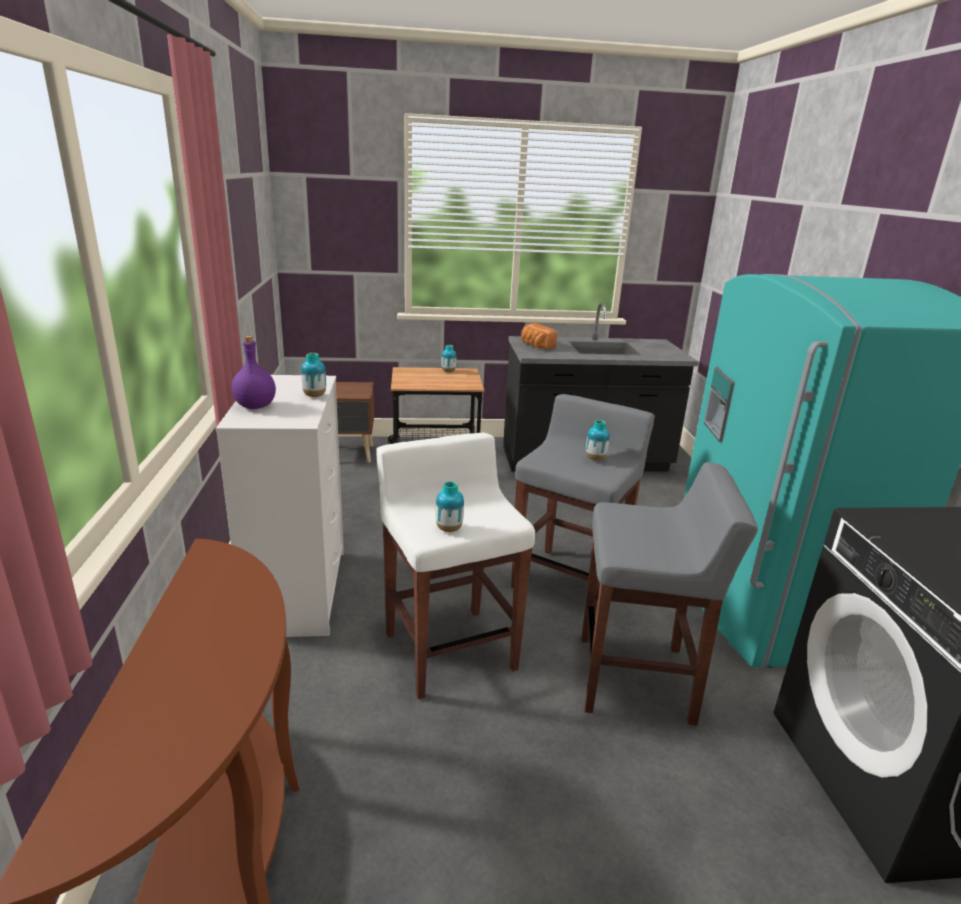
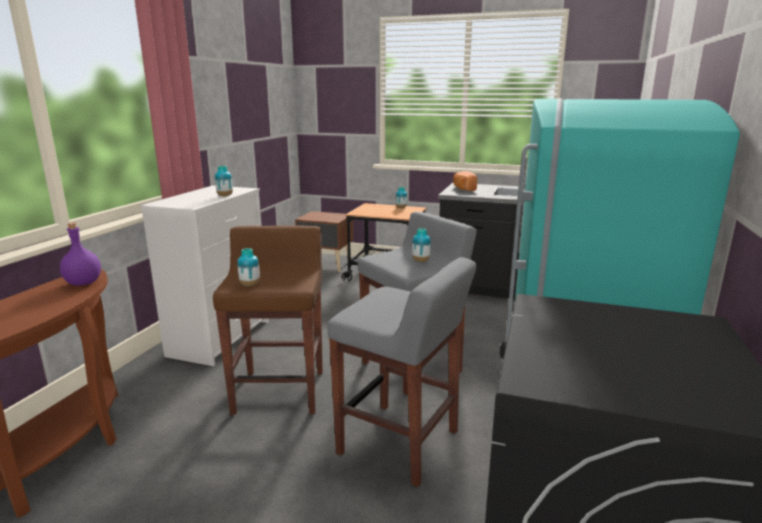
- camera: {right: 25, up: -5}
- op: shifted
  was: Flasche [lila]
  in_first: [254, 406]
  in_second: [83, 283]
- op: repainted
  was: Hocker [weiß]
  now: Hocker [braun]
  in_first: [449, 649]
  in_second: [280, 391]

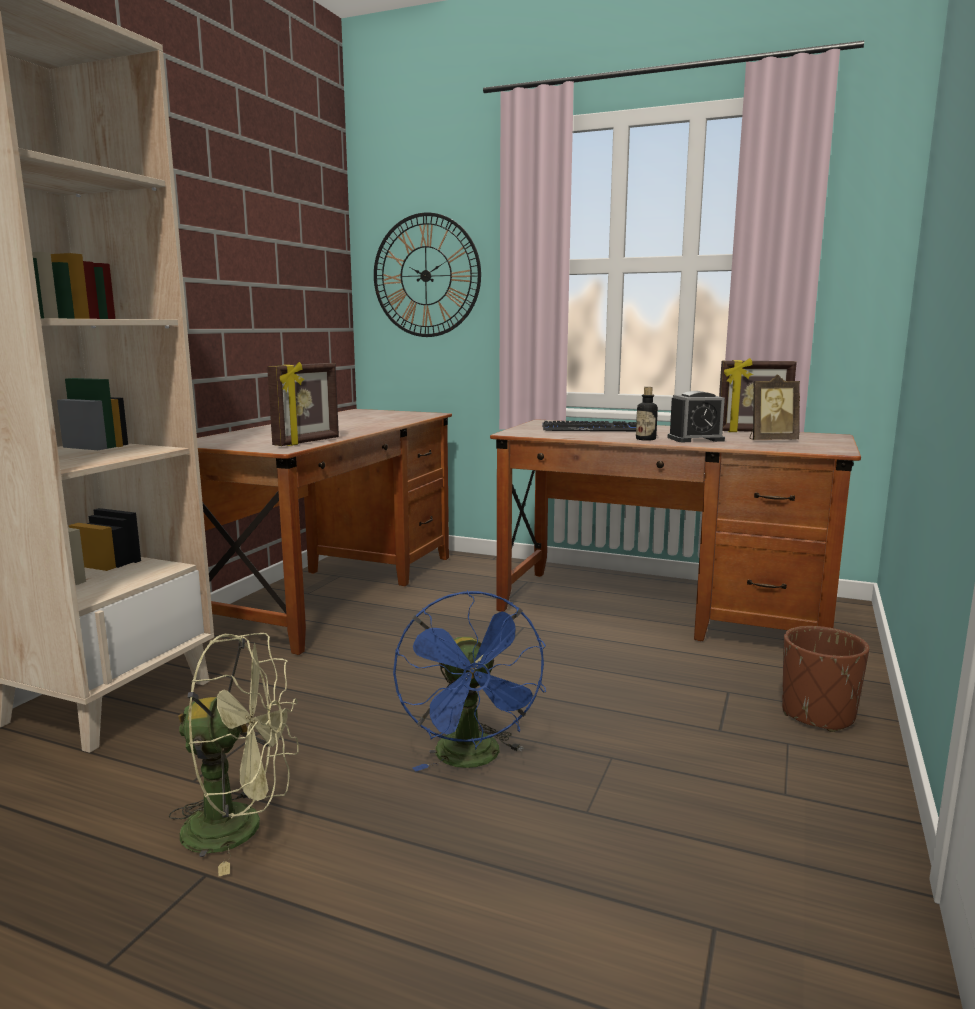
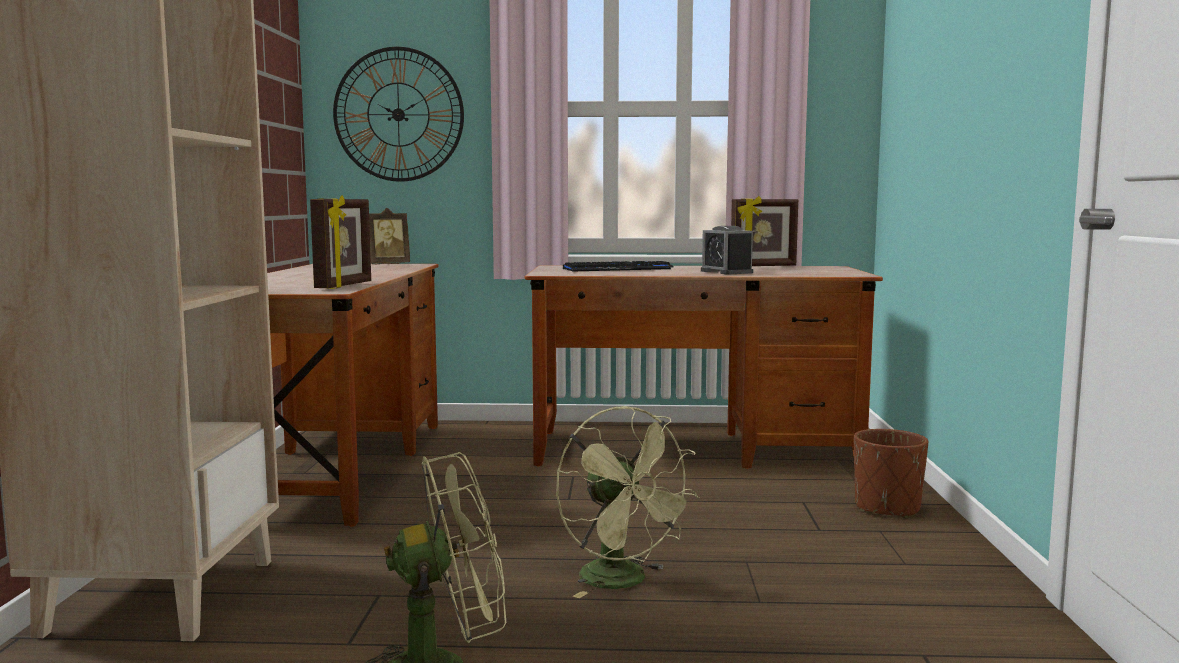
- camera: {right: -20, up: -5}
- op: gone
  was: Flasche
  in_first: [645, 439]
- op: shifted
  was: Bilderrahmen
  in_first: [771, 441]
  in_second: [388, 264]
- op: repainted
  was: Ventilator [blau]
  now: Ventilator [grün]
  in_first: [473, 760]
  in_second: [623, 582]
- op: rotated
  was: Wecker
  in_first: [695, 439]
  in_second: [726, 272]
  clockwise: 90

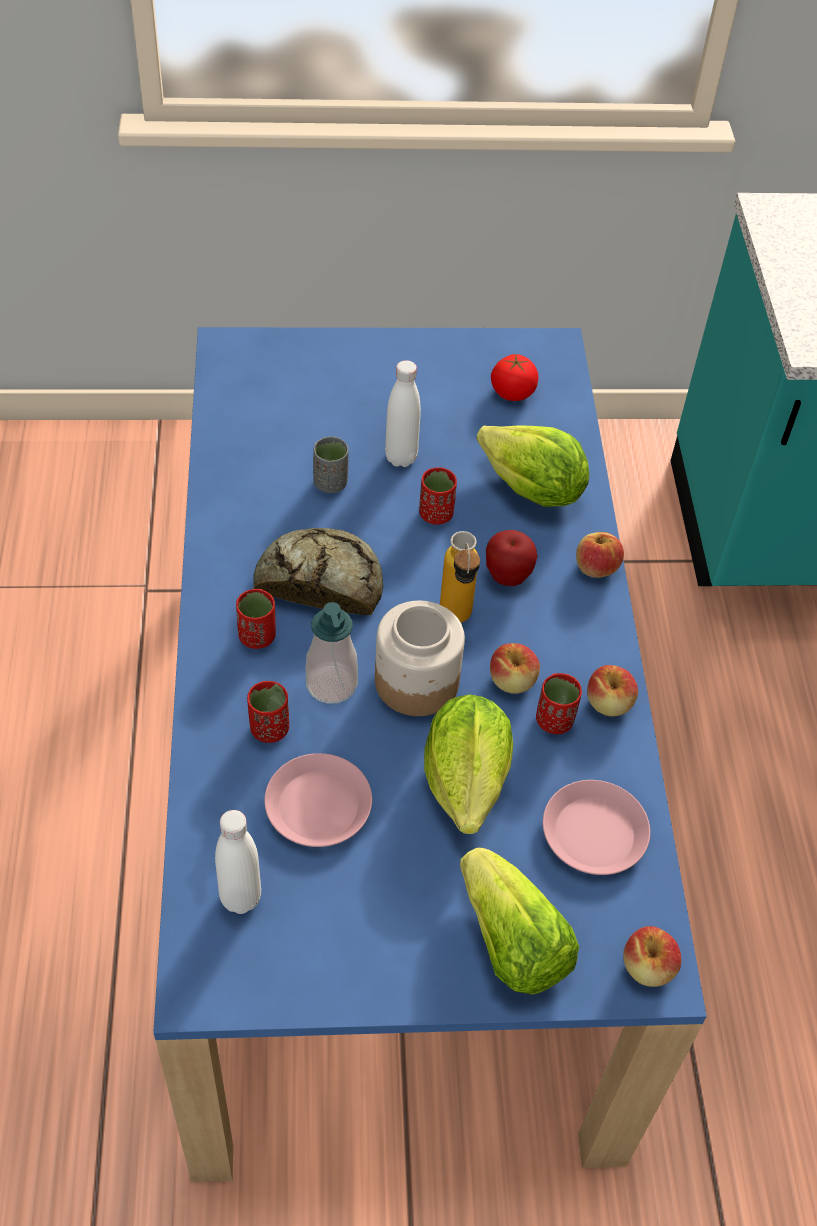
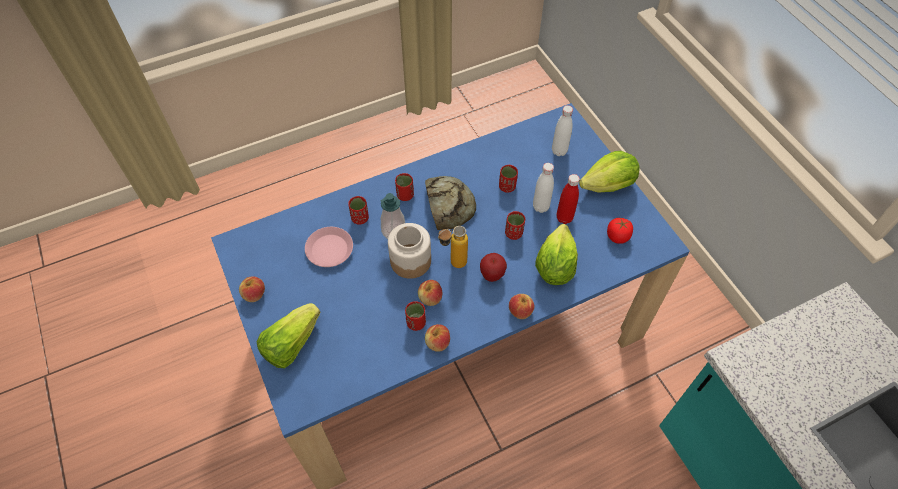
- camera: {right: 70, up: 5}
- op: gone
  was: Teller [rosa]
  in_first: [594, 833]
- op: new
  now: Flasche [rot]
  in_second: [564, 218]
- op: shifted
  was: Flasche [weiß]
  in_first: [240, 898]
  in_second: [559, 151]
- op: shifted
  was: Salatkopf
  in_first: [466, 780]
  in_second: [608, 185]
- op: shifted
  was: Apfel
  in_first: [648, 968]
  in_second: [254, 294]
- op: repainted
  was: Tasse [grau]
  now: Tasse [rot]
  in_first: [330, 483]
  in_second: [507, 187]

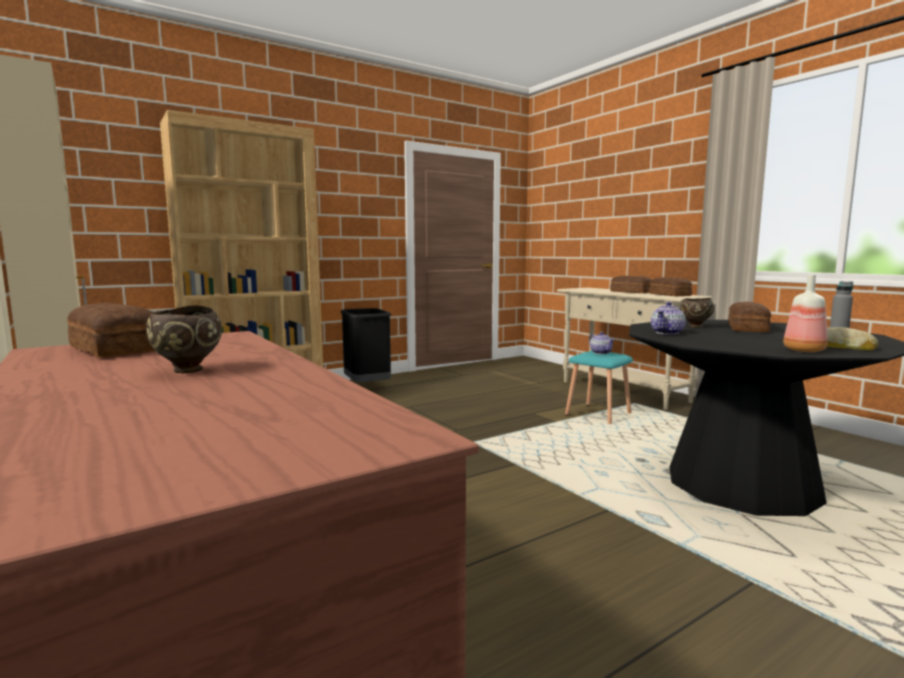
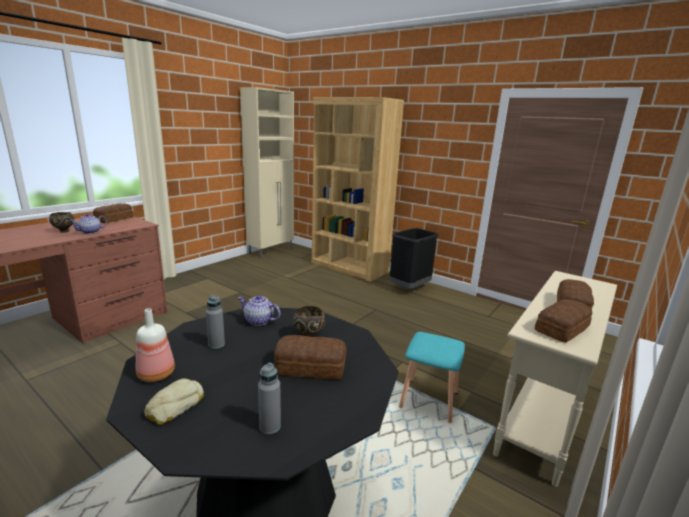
- camera: {right: 70, up: 10}
- op: new
  now: Flasche [grau]
  in_second: [216, 344]
- op: shifted
  was: Teekanne
  in_first: [600, 352]
  in_second: [90, 232]

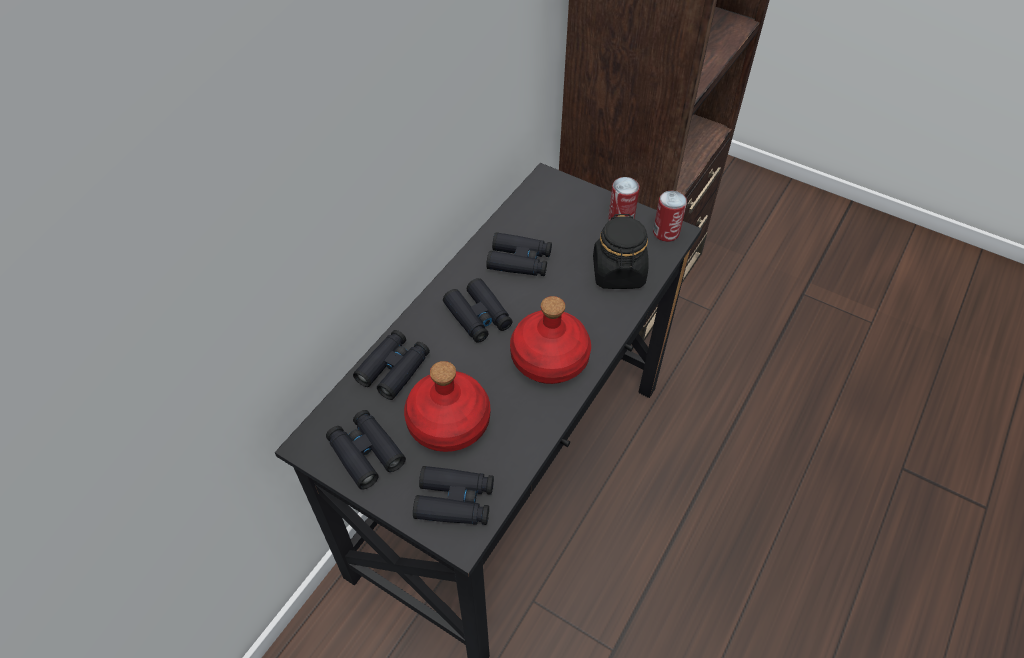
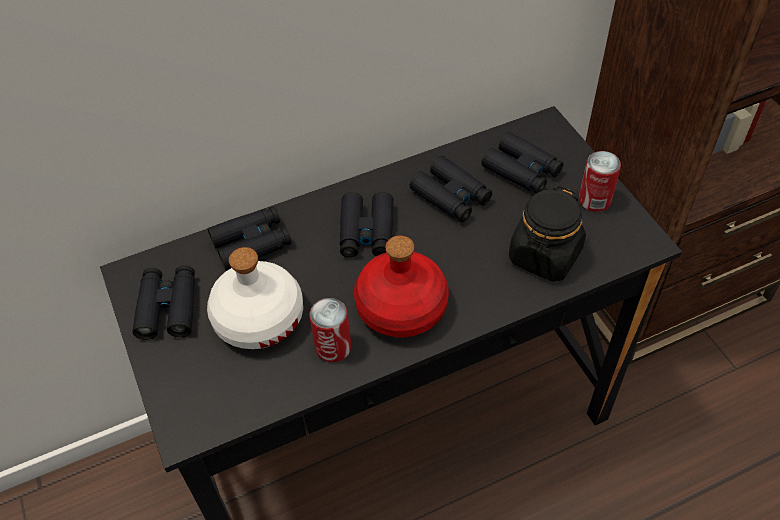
- camera: {right: 35, up: 0}
- op: shifted
  was: Fernglas [schwarz]
  in_first: [455, 501]
  in_second: [522, 170]
- op: shifted
  was: Dose
  in_first: [666, 232]
  in_second: [333, 347]
- op: repainted
  was: Flasche [rot]
  now: Flasche [weiß]
  in_first: [448, 422]
  in_second: [258, 318]

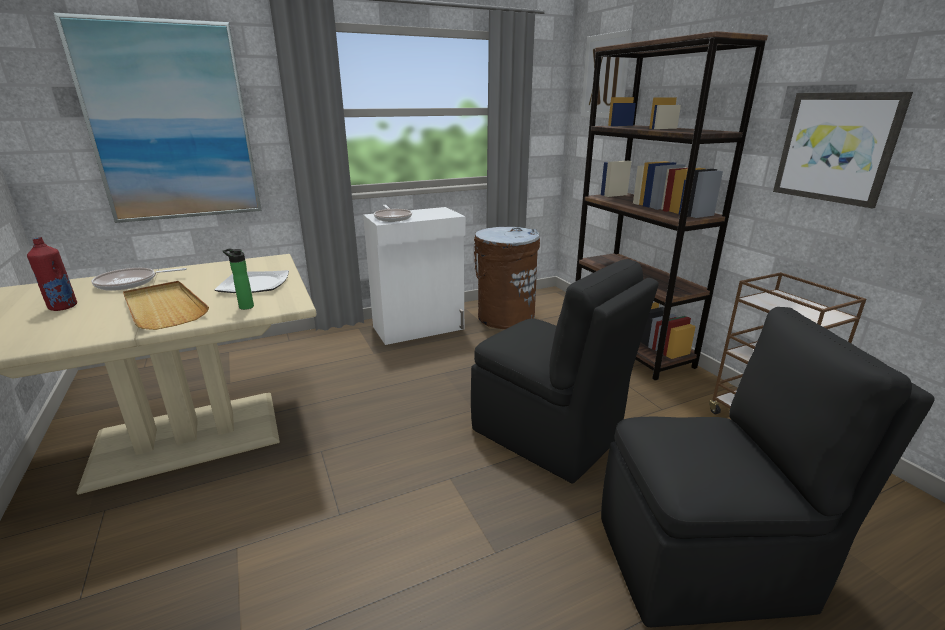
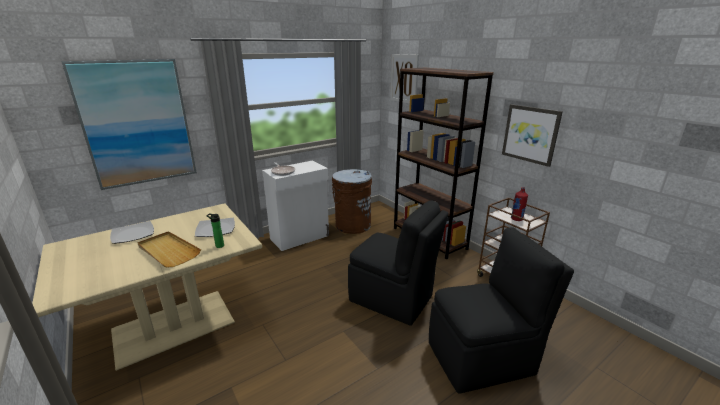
- camera: {right: -10, up: 0}
- op: shifted
  was: Flasche [rot]
  in_first: [62, 307]
  in_second: [516, 219]
- op: swapped
  was: Pfanne
  now: Teller
  in_first: [130, 283]
  in_second: [133, 234]

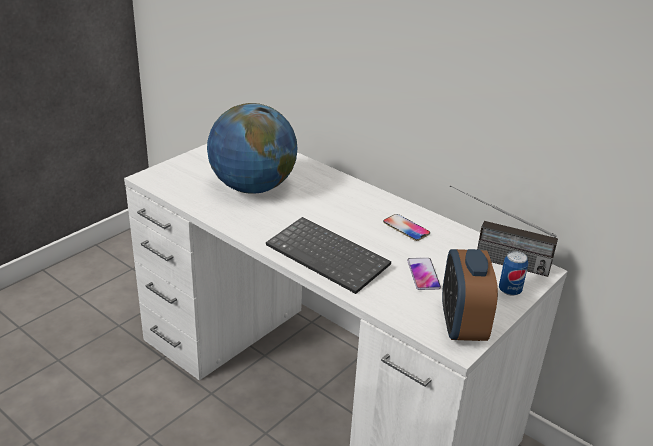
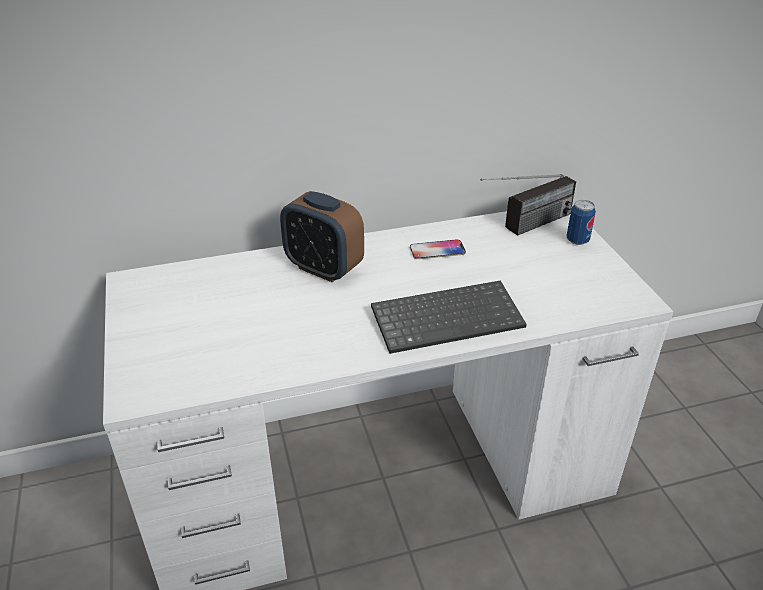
- camera: {right: -55, up: 5}
- op: gone
  was: Globus
  in_first: [252, 187]
- op: gone
  was: Handy
  in_first: [423, 274]
- op: shifted
  was: Wecker
  in_first: [462, 325]
  in_second: [323, 268]

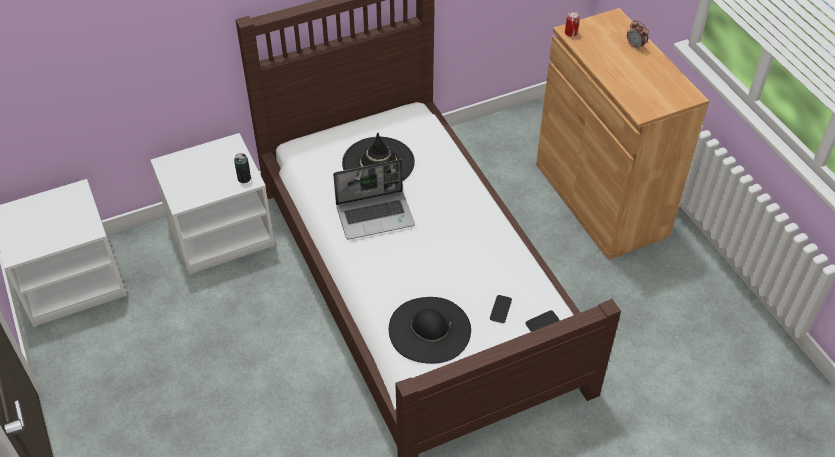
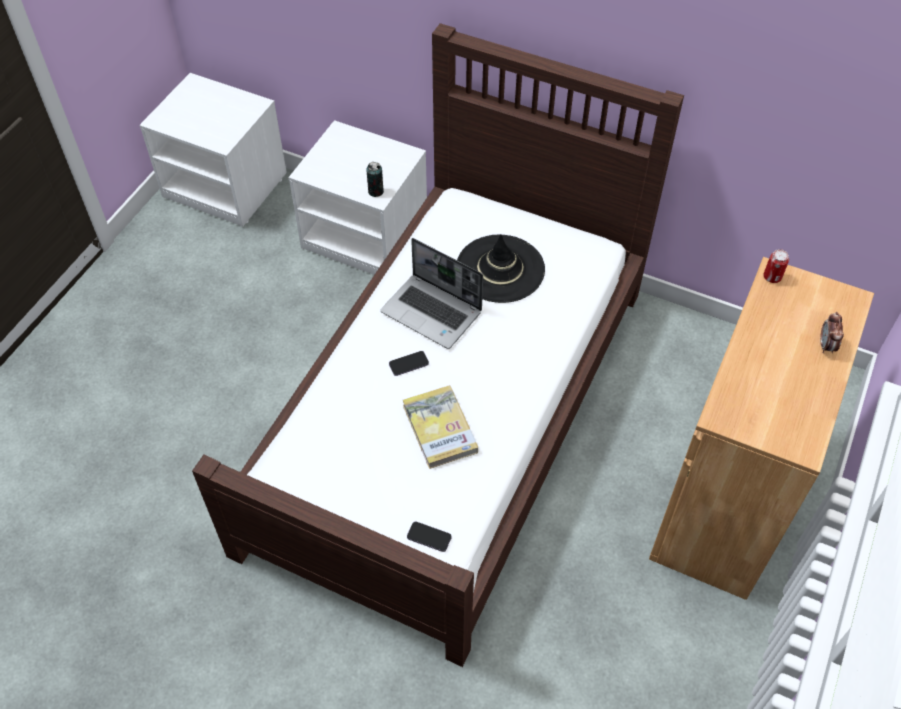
- camera: {right: 50, up: 5}
- op: gone
  was: Hut [schwarz]
  in_first: [429, 330]
- op: new
  now: Buch
  in_second: [439, 429]
- op: shifted
  was: Handy
  in_first: [500, 310]
  in_second: [408, 364]

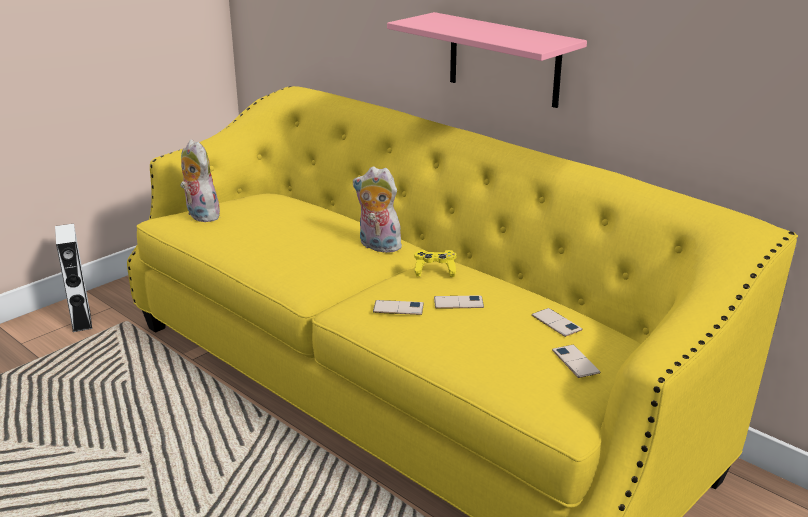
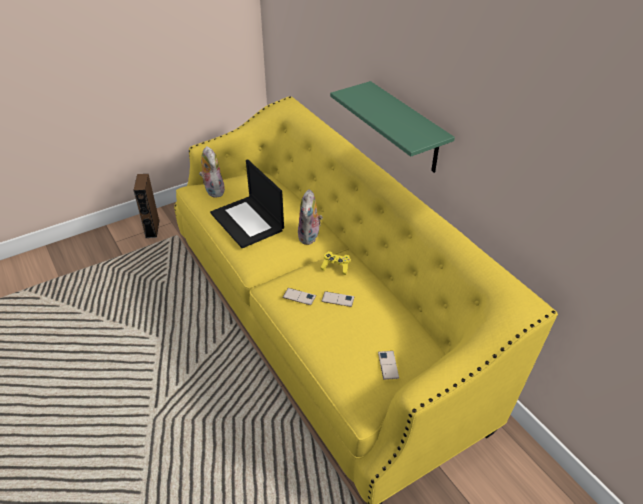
- camera: {right: 15, up: 15}
- op: gone
  was: Handy
  in_first: [556, 323]
- op: new
  now: Laptop
  in_second: [248, 222]
- op: repainted
  was: Lautsprecher [weiß]
  now: Lautsprecher [braun]
  in_first: [81, 319]
  in_second: [152, 229]
- op: repainted
  was: Wandregal [rosa]
  now: Wandregal [grün]
  in_first: [504, 60]
  in_second: [407, 128]
- op: rotated
  was: Plüschtier
  in_first: [377, 247]
  in_second: [310, 237]
  clockwise: -120

